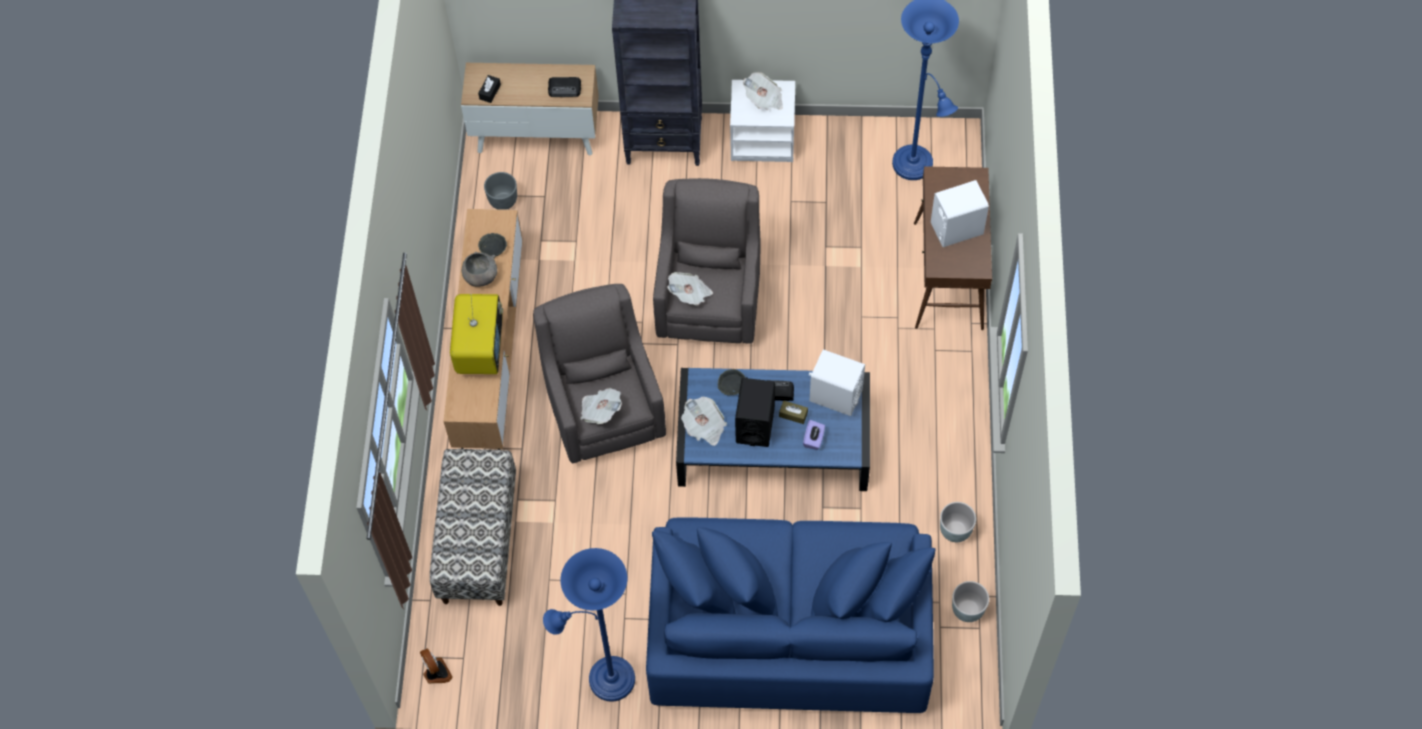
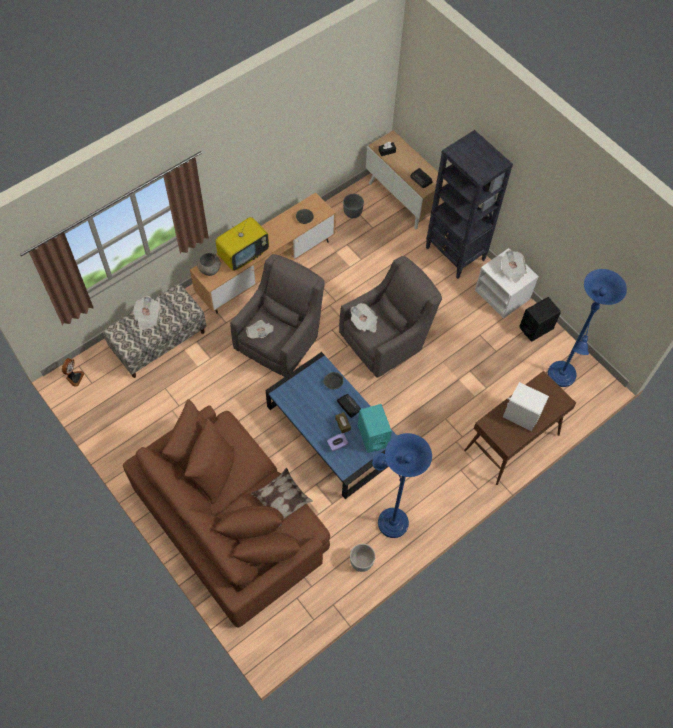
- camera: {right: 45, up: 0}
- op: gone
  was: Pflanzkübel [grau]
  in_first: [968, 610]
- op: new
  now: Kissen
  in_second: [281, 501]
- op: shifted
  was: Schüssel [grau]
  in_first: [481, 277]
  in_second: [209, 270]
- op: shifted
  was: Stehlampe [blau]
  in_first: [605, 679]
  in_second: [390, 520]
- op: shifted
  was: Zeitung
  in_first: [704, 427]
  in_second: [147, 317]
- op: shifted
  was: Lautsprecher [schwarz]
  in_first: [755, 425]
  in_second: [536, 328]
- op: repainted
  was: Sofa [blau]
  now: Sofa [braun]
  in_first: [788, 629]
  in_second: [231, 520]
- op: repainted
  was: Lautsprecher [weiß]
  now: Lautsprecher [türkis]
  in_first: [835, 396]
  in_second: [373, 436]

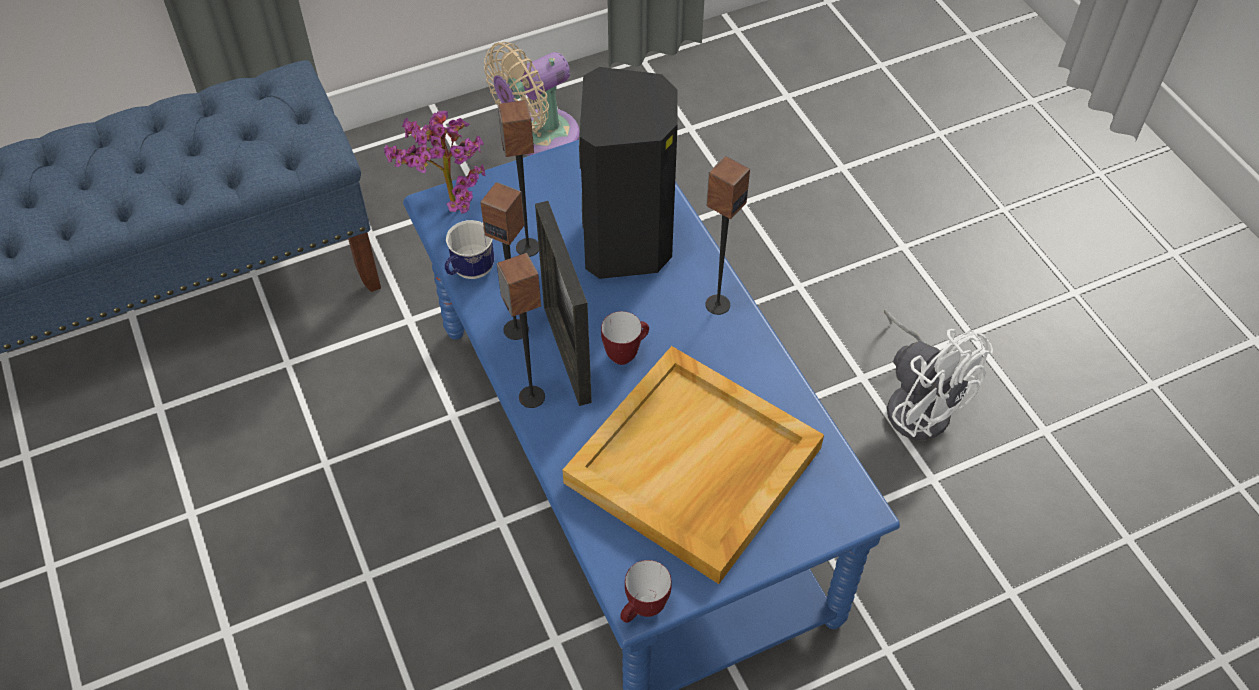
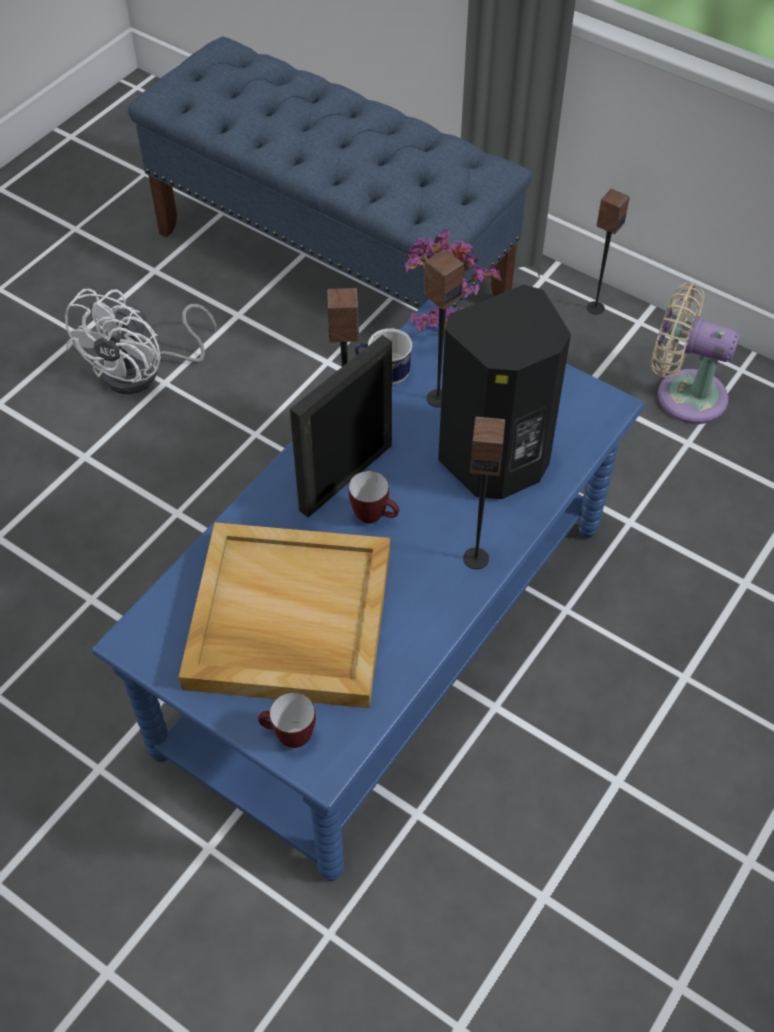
- camera: {right: 60, up: 0}
- op: shifted
  was: Lautsprecher
  in_first: [531, 397]
  in_second: [595, 308]
- op: shifted
  was: Henkelbecher
  in_first: [643, 611]
  in_second: [288, 737]
- op: shifted
  was: Ventilator [weiß]
  in_first: [918, 402]
  in_second: [144, 372]

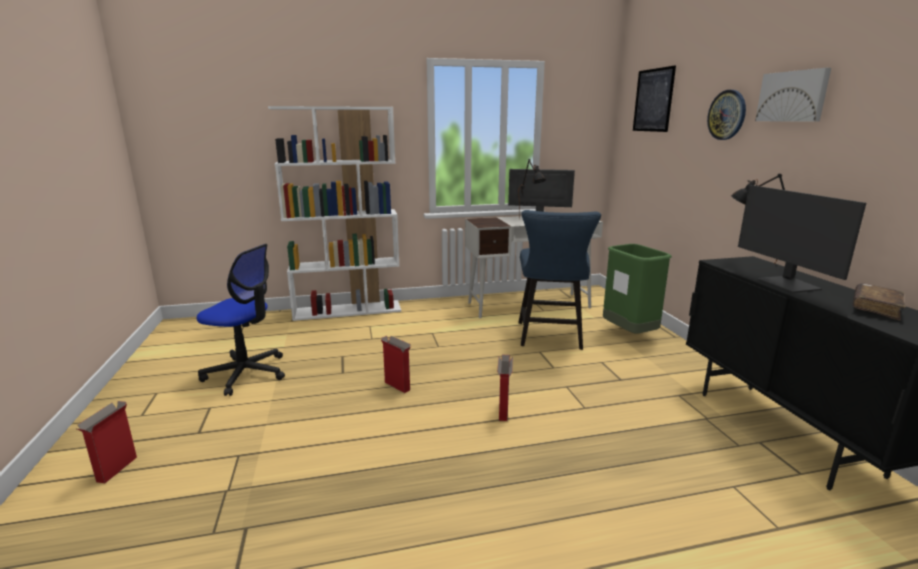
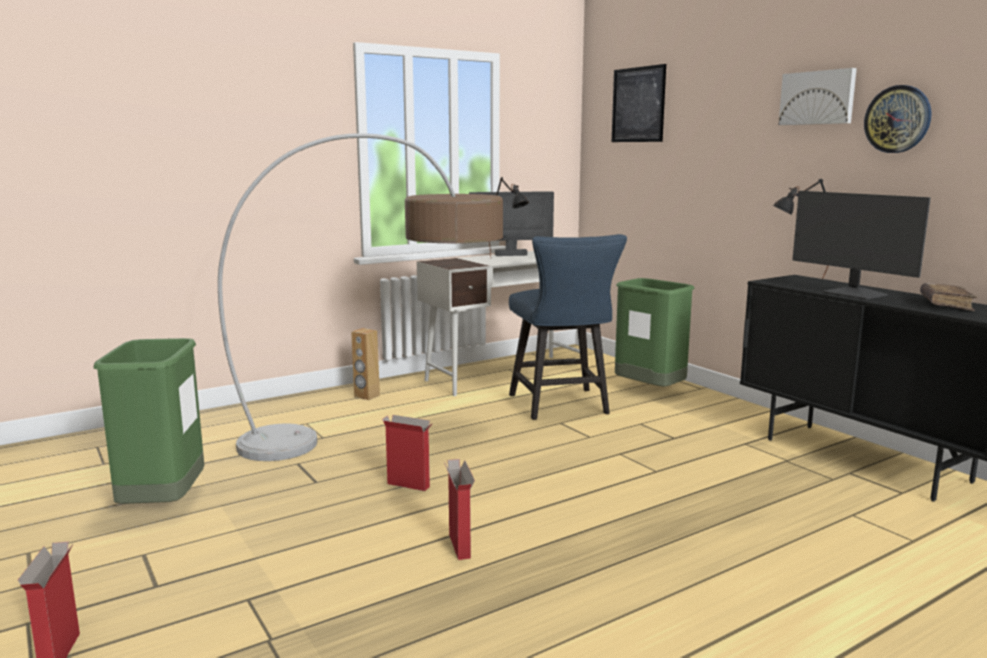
- camera: {right: -20, up: -5}
- op: gone
  was: Bücherregal [weiß]
  in_first: [348, 310]
- op: new
  now: Stehlampe
  in_second: [385, 436]
- op: new
  now: Lautsprecher [braun]
  in_second: [366, 396]
- op: shifted
  was: Karton
  in_first: [503, 411]
  in_second: [460, 547]
- op: shifted
  was: Wanduhr
  in_first: [727, 115]
  in_second: [897, 119]
- op: swapped
  was: Bürostuhl
  now: Mülleimer [grün]
  in_first: [246, 373]
  in_second: [164, 505]

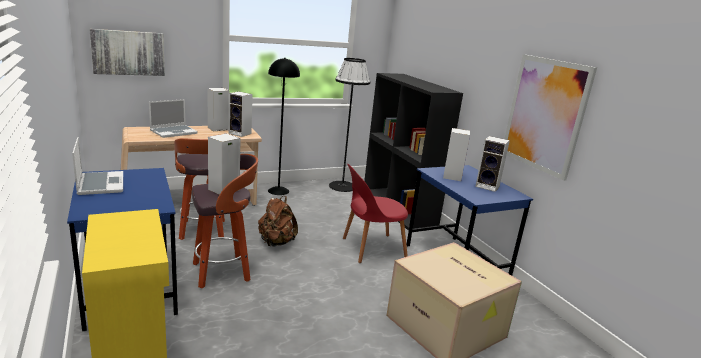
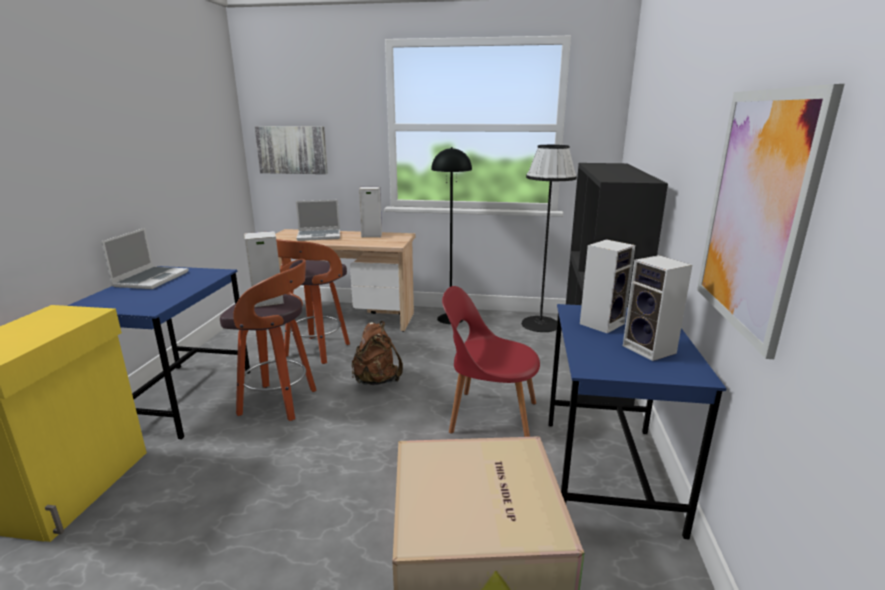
- camera: {right: 35, up: 0}
- op: gone
  was: Lautsprecher
  in_first: [241, 133]

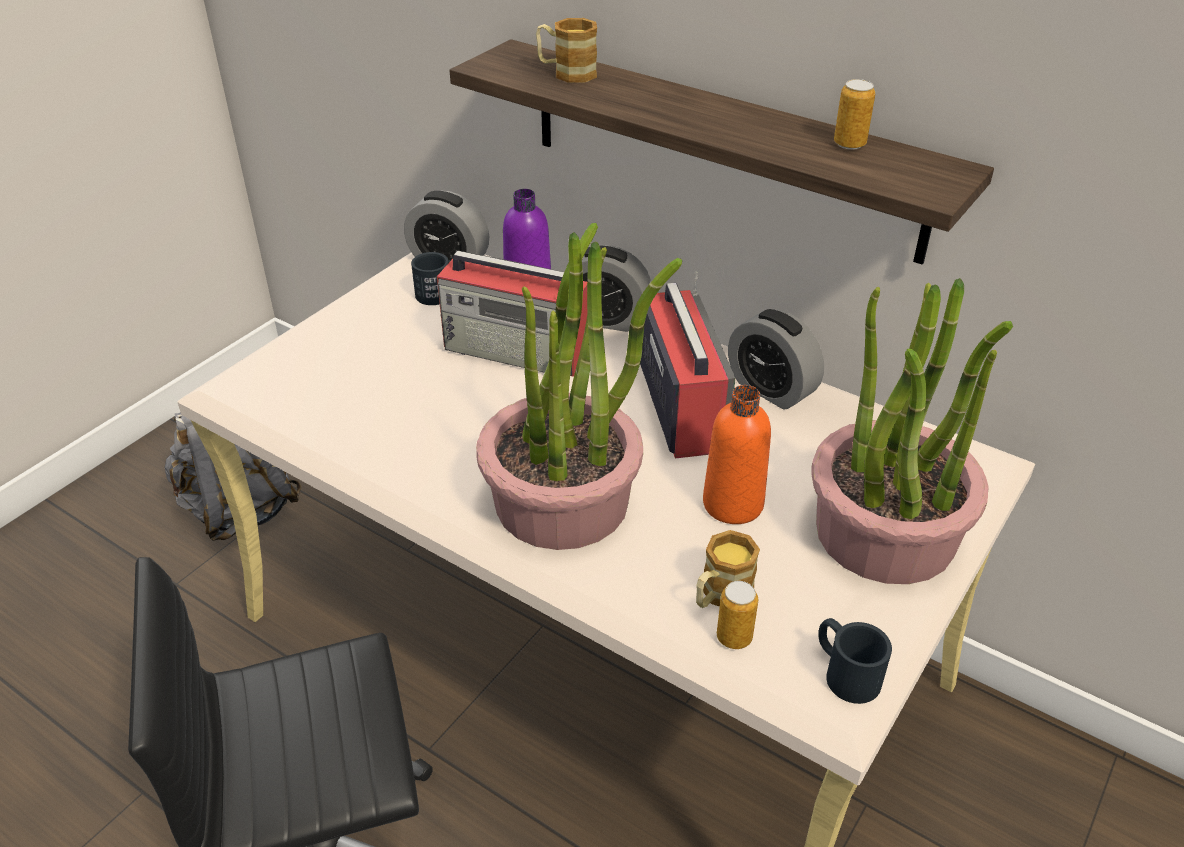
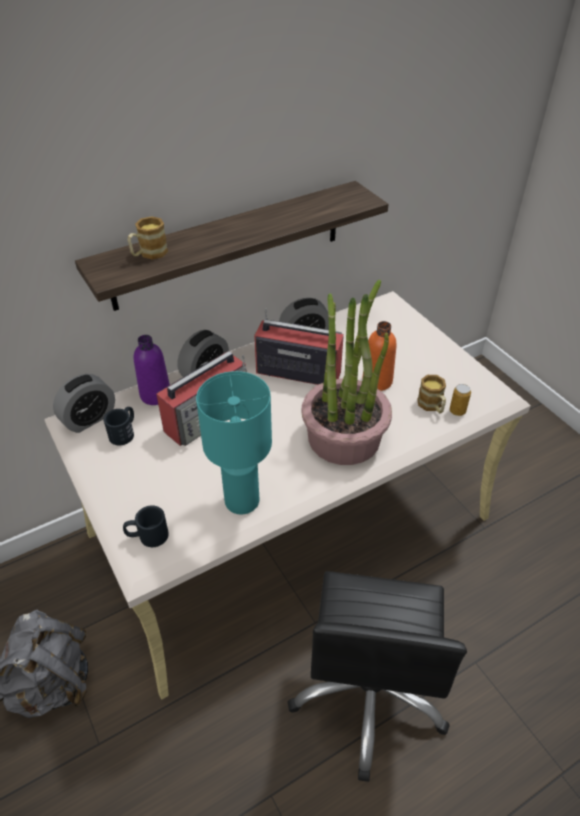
- camera: {right: -65, up: 5}
- op: gone
  was: Topfpflanze
  in_first: [885, 534]
- op: gone
  was: Dose
  in_first: [849, 144]
- op: new
  now: Tischlampe [türkis]
  in_second: [242, 500]
- op: shifted
  was: Henkelbecher [schwarz]
  in_first: [844, 672]
  in_second: [147, 536]

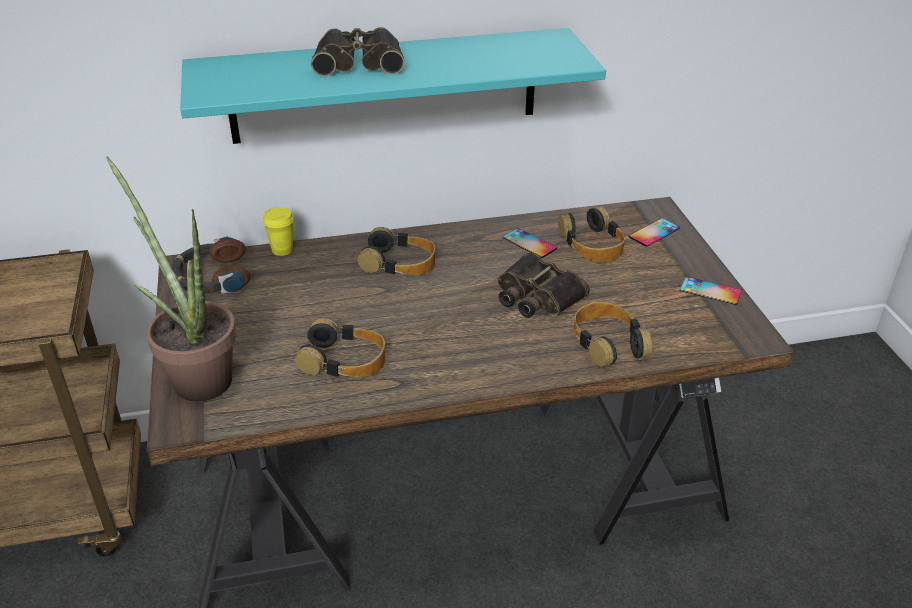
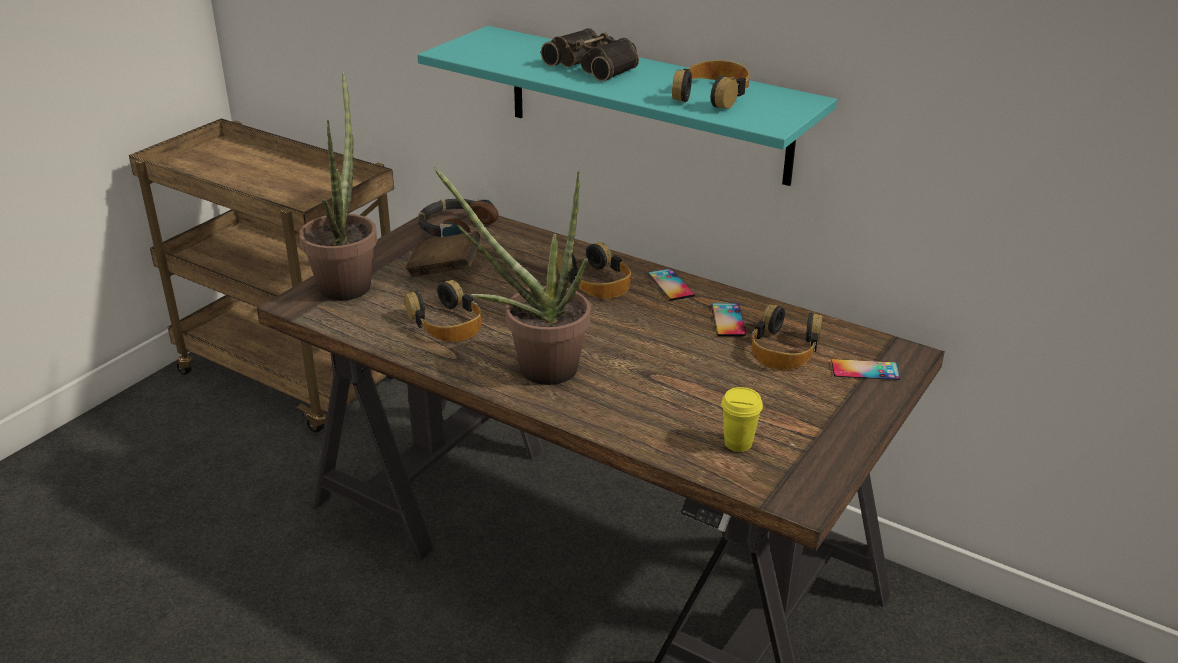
- camera: {right: 45, up: -5}
- op: gone
  was: Fernglas
  in_first: [536, 296]
- op: new
  now: Buch [braun]
  in_second: [444, 270]
- op: new
  now: Topfpflanze
  in_second: [535, 368]
- op: shifted
  was: Tasse [gelb]
  in_first: [282, 250]
  in_second: [738, 443]
- op: shifted
  was: Kopfhörer
  in_first: [607, 342]
  in_second: [712, 95]
- op: shifted
  was: Handy
  in_first: [710, 291]
  in_second: [670, 285]

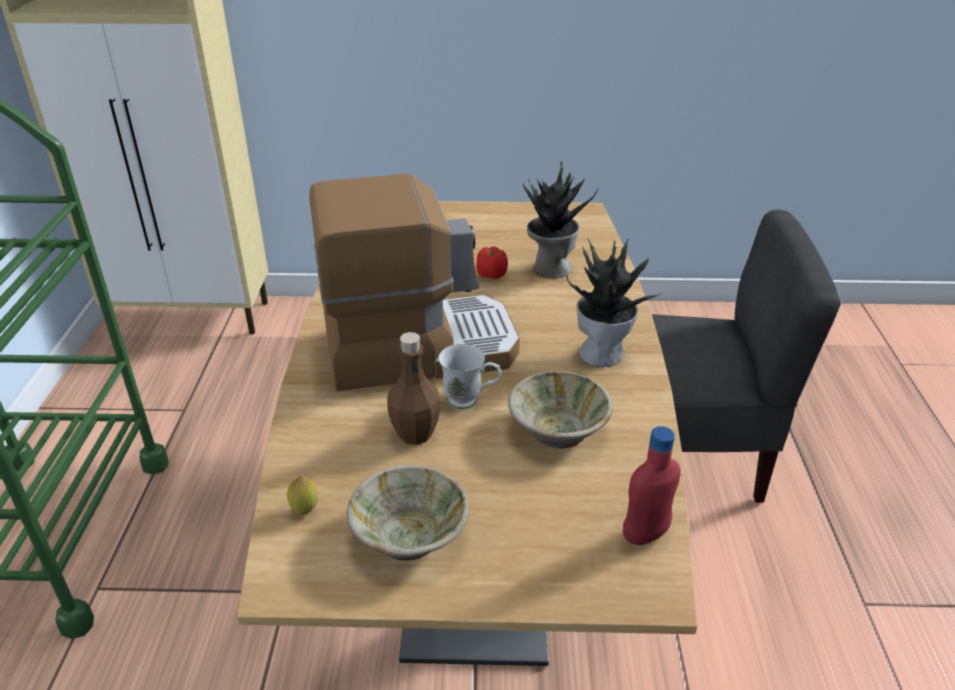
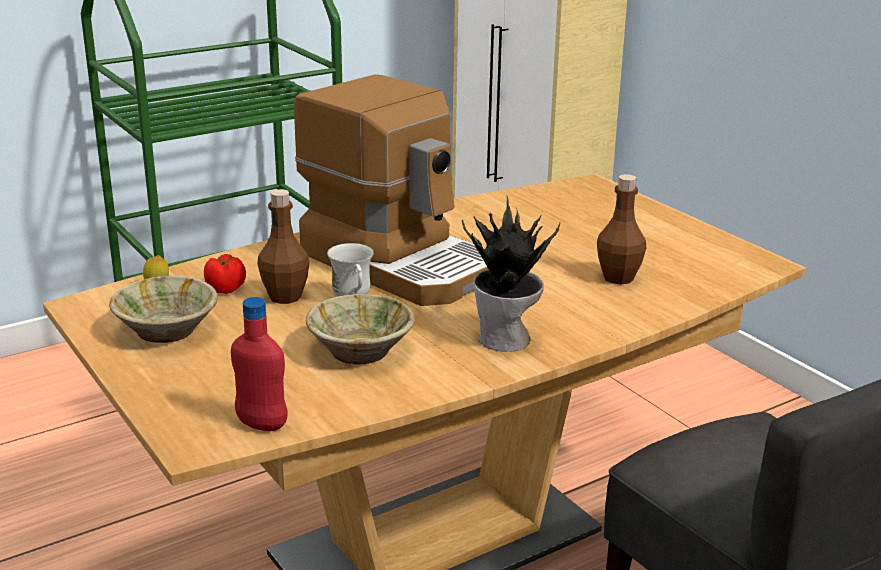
- camera: {right: 55, up: -10}
- op: shifted
  was: Tomate
  in_first: [492, 274]
  in_second: [226, 289]
- op: swapped
  was: Topfpflanze
  now: Flasche [braun]
  in_first: [550, 268]
  in_second: [618, 278]

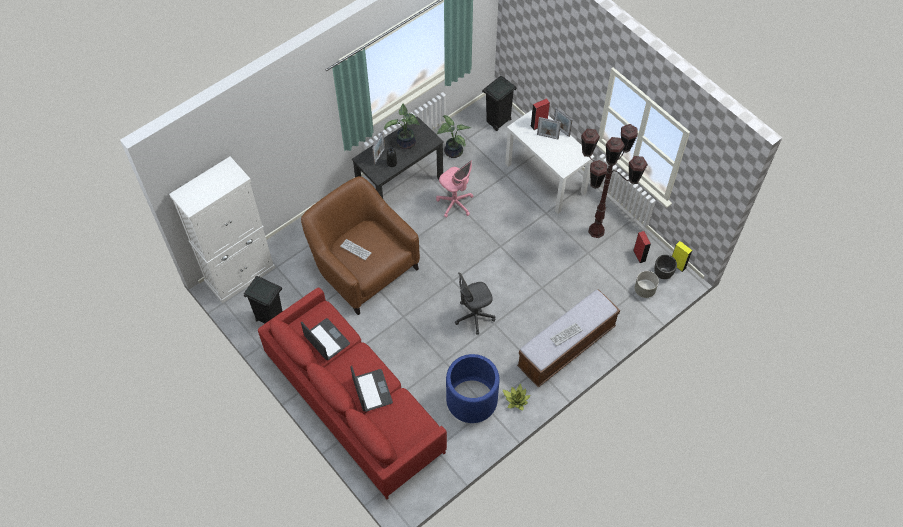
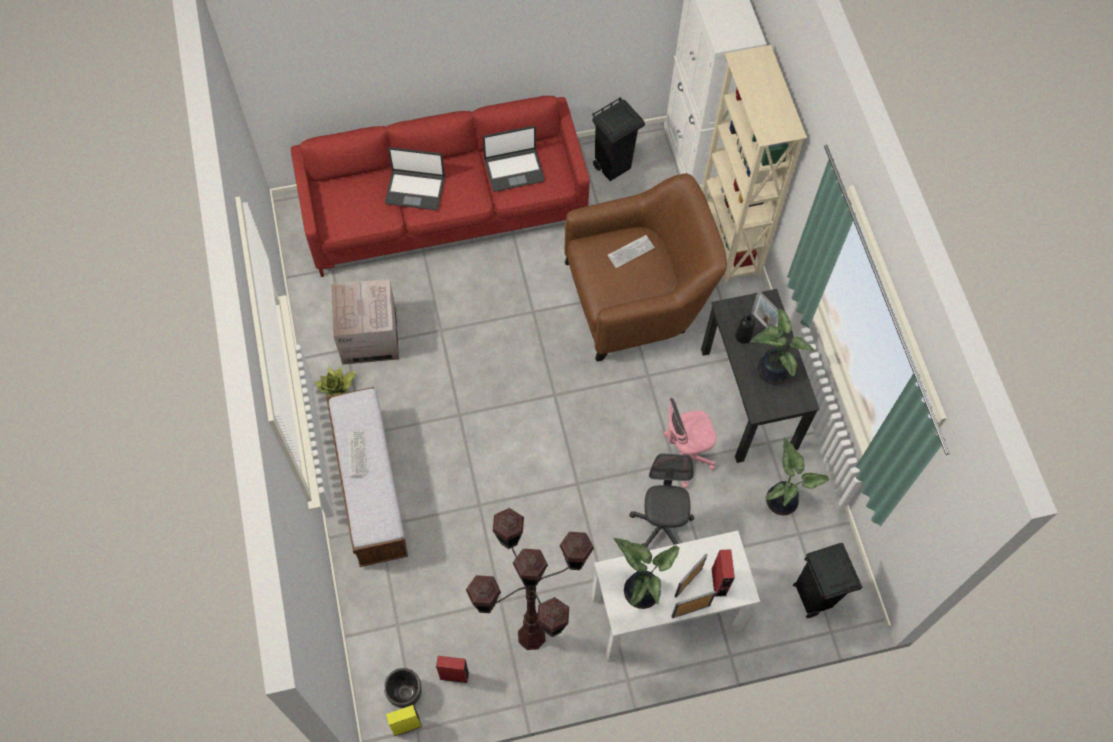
- camera: {right: 115, up: 5}
- op: gone
  was: Pflanzkübel [grau]
  in_first: [644, 290]
- op: new
  now: Topfpflanze
  in_second: [641, 589]
- op: new
  now: Bücherregal [beige]
  in_second: [728, 242]
- op: shifted
  was: Bürostuhl [grau]
  in_first: [474, 316]
  in_second: [661, 525]
- op: swapped
  was: Pflanzkübel [blau]
  now: Karton
  in_first: [471, 399]
  in_second: [369, 336]

